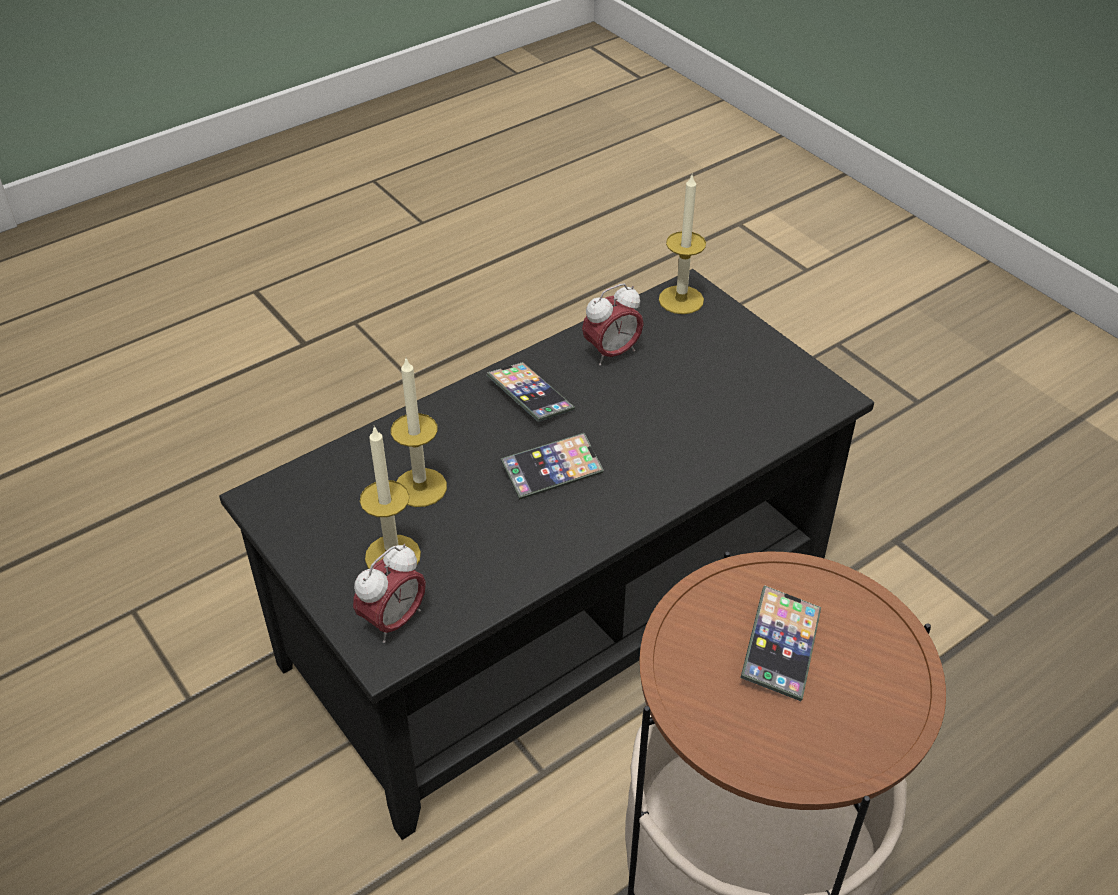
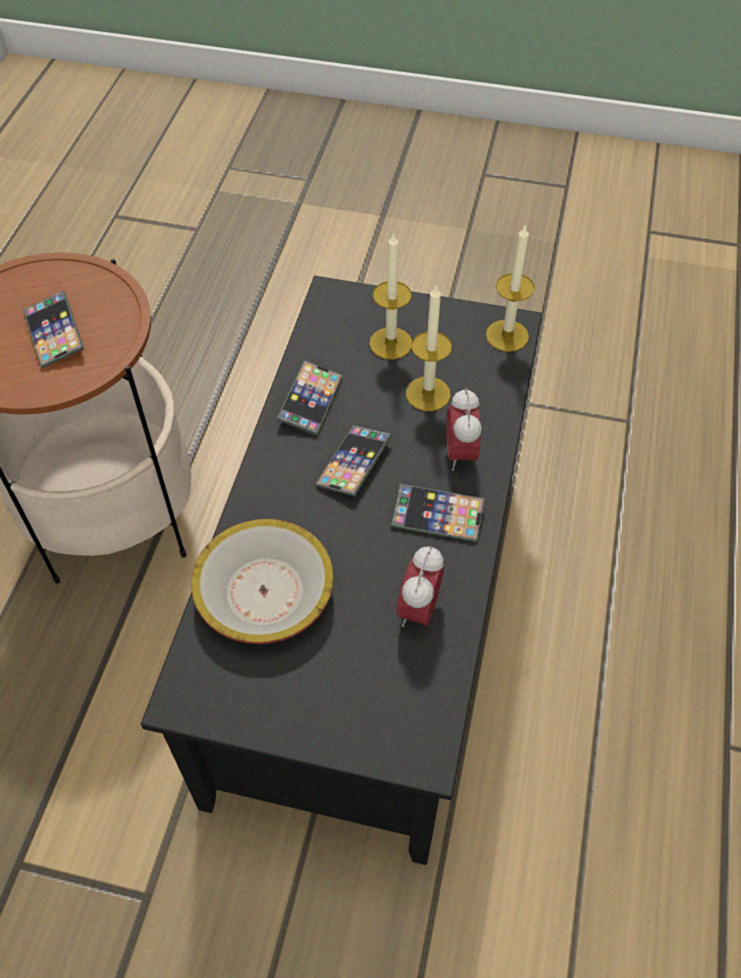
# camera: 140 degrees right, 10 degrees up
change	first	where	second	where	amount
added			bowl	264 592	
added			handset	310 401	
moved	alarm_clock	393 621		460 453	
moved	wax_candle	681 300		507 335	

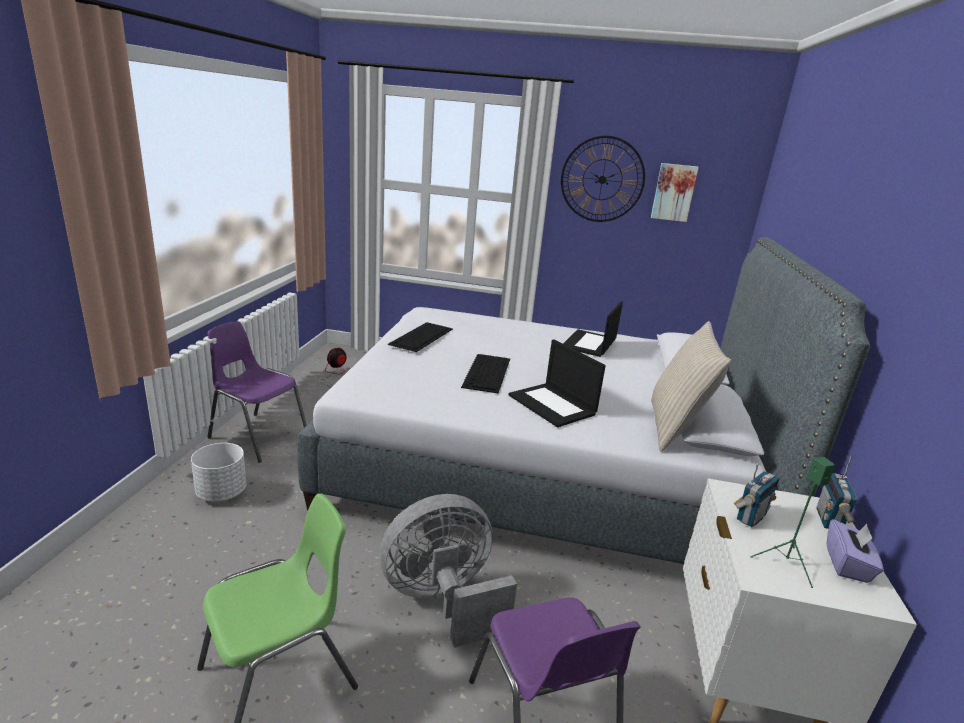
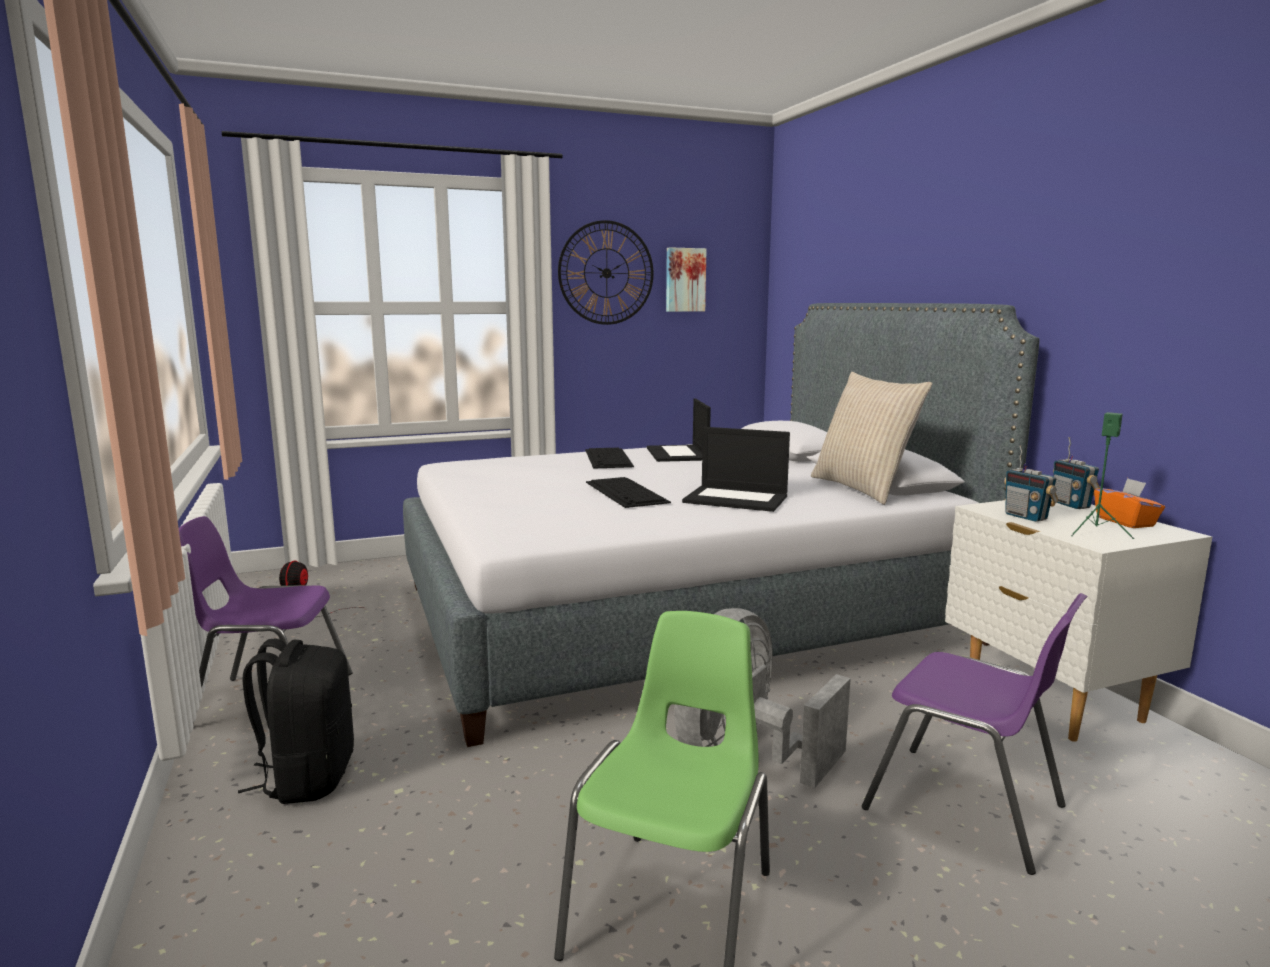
# camera: 30 degrees left, 10 degrees down
change	first	where	second	where	amount
replaced	whitish_planter	221 493	blackish_backpack	307 777	
moved	keyboard	421 337		608 458	
turned	radio_set	750 517		1026 517	135 degrees clockwise
recoloured	purple-coloured_tissue_box	847 564	orange_tissue_box	1125 522	

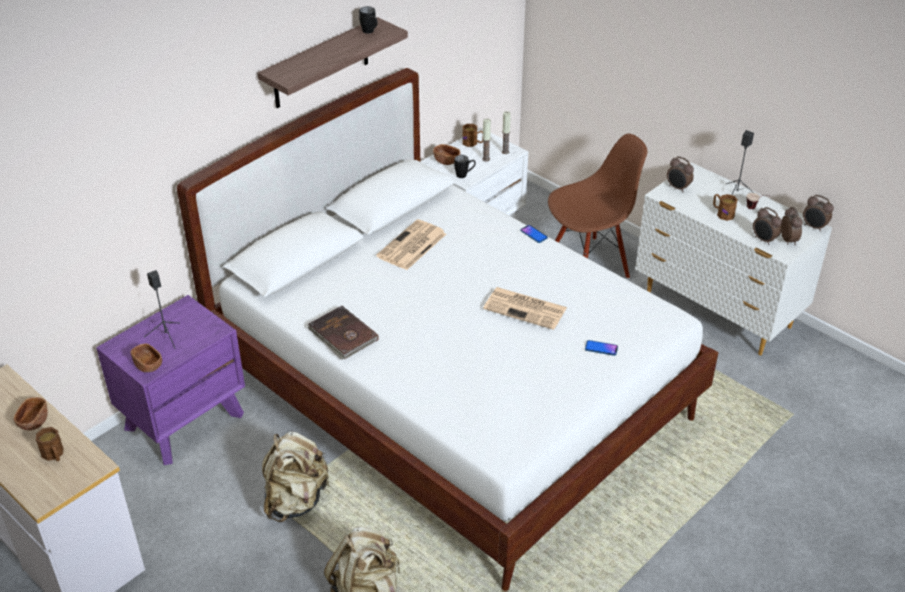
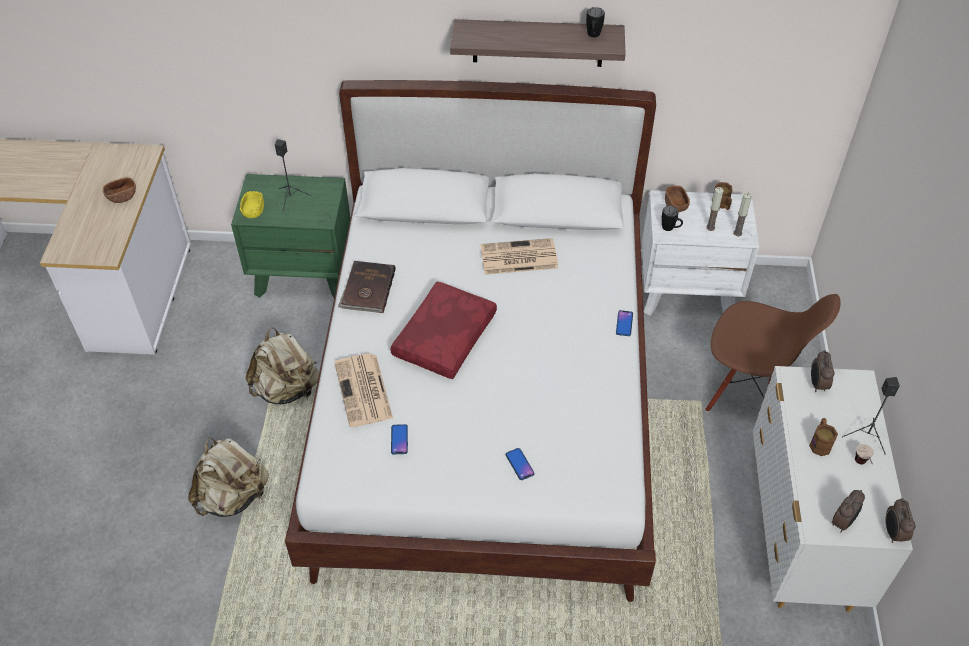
# camera: 50 degrees right, 10 degrees up
change	first	where	second	where	amount
recoloured	purple-coloured_night_table	184 420	green-coloured_night_table	304 273	
recoloured	brown_bowl	148 365	yellow-coloured_bowl	253 211	
moved	printed_paper	526 308		364 391	
added			reddish_pillow	443 336	
added			handset	399 439	
removed	brown_mug	54 455			
removed	alarm_clock	764 240			

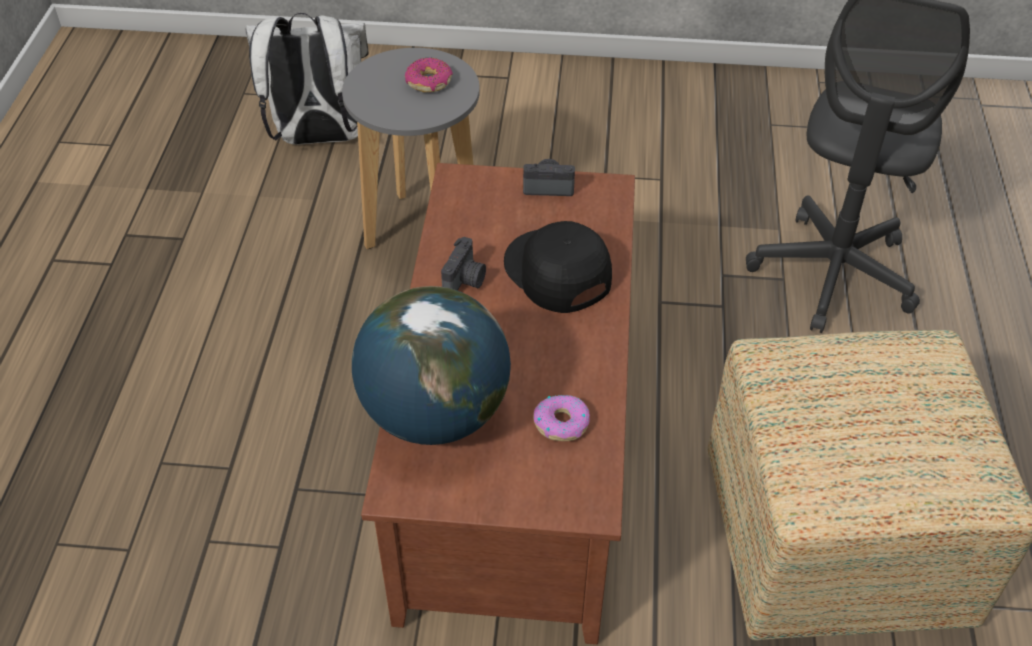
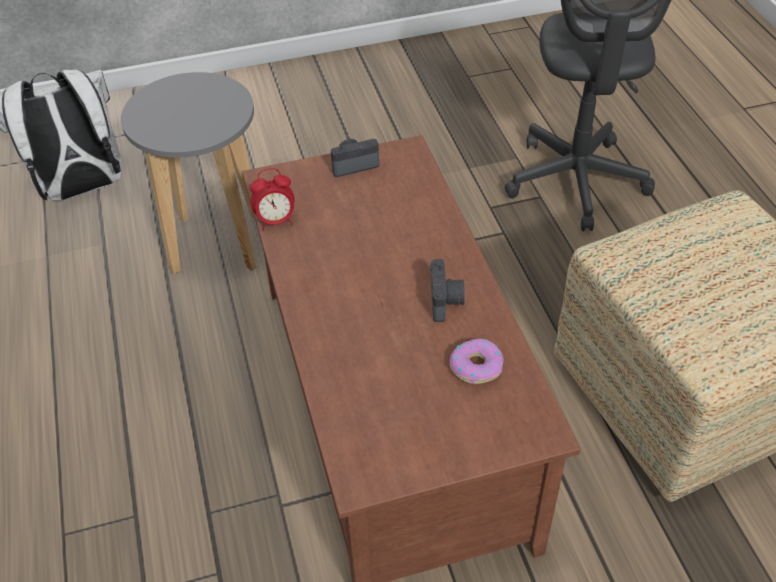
# camera: 20 degrees left, 0 degrees up
change	first	where	second	where	amount
added			alarm_clock	276 221	
moved	still_camera	465 281		446 301	
removed	world_globe	435 415			
removed	ring_doughnut	429 82			
removed	blackish_peaked_cap	556 272			

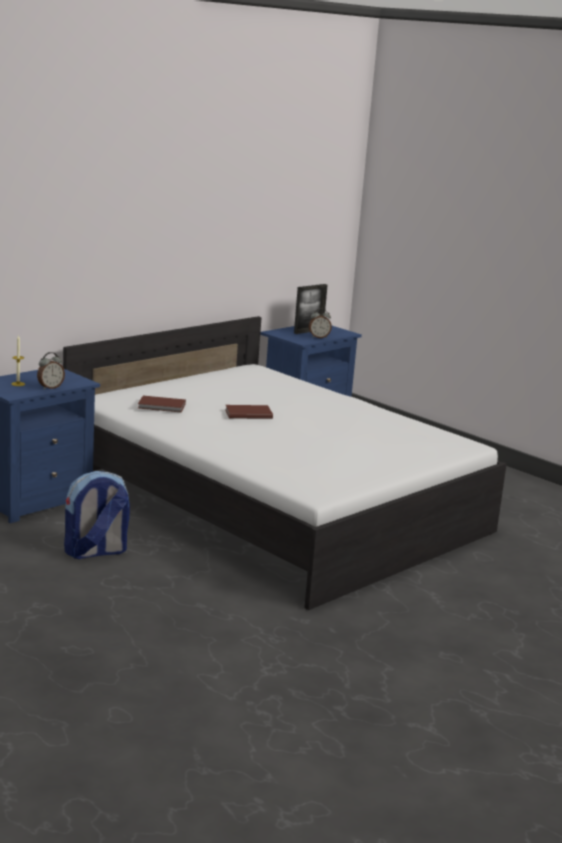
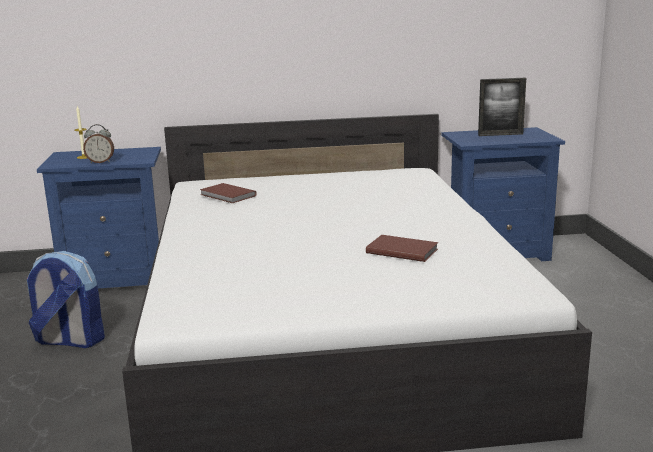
# camera: 40 degrees right, 0 degrees up
change	first	where	second	where	amount
moved	brown_book	247 414		401 250	
removed	alarm_clock	319 337			

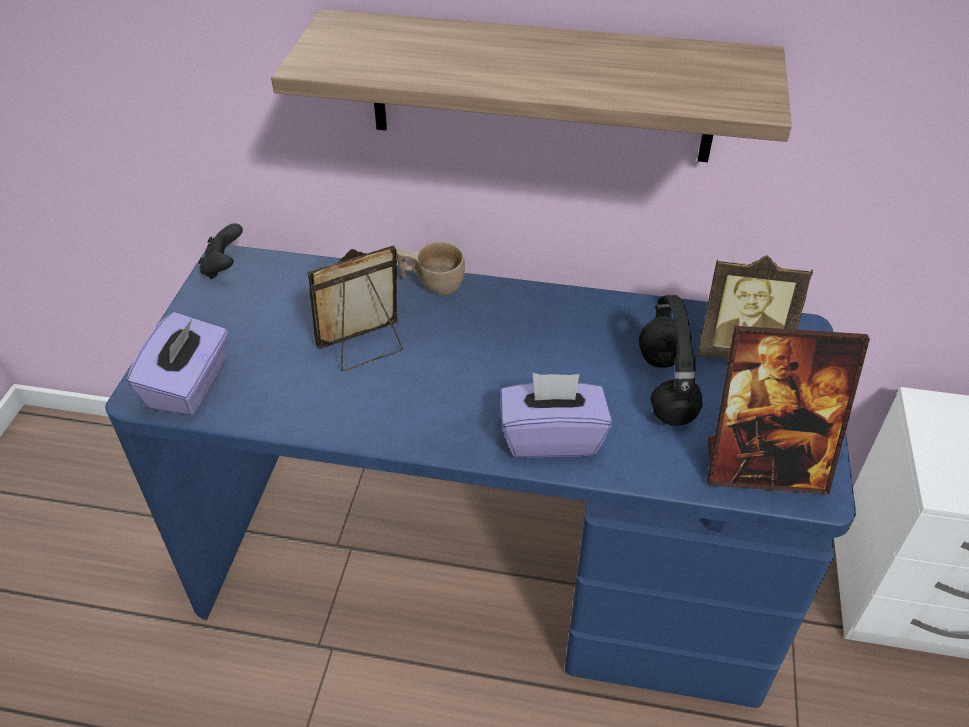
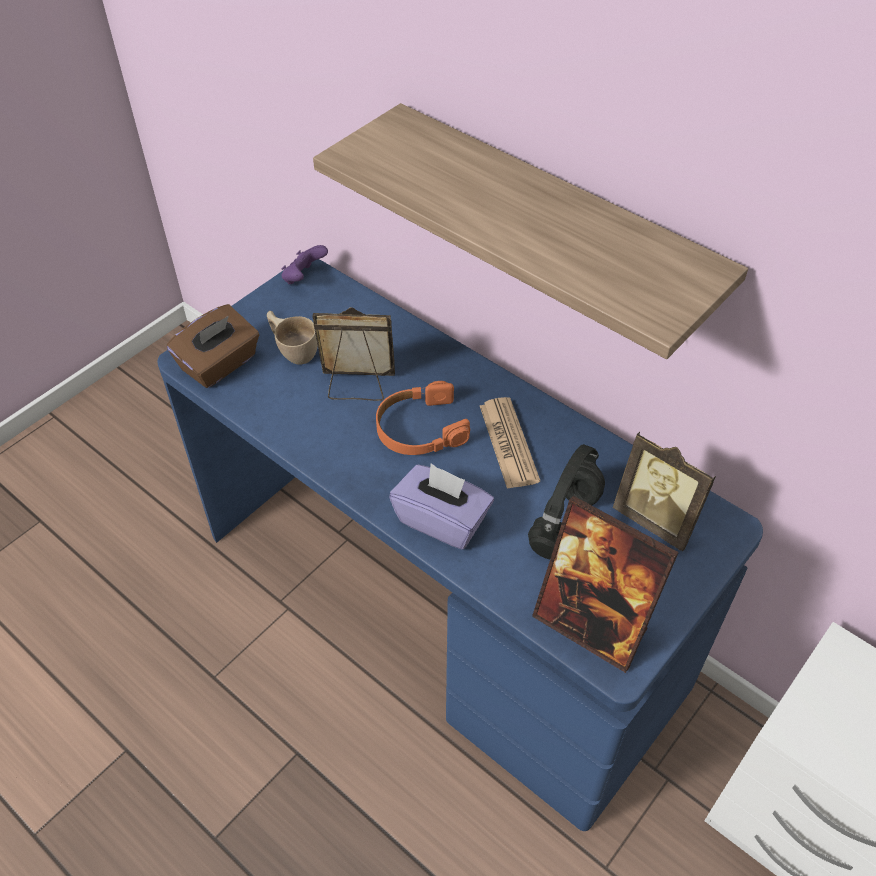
# camera: 30 degrees right, 5 degrees up
change	first	where	second	where	amount
recoloured	purple-coloured_tissue_box	190 386	brown_tissue_box	220 364	
moved	beige-coloured_drinking_cup	431 283		293 349	
recoloured	blackish_gamepad	224 267	purple-coloured_gamepad	304 278	
added			orange_headphones	420 429	
added			printed_paper	508 443	

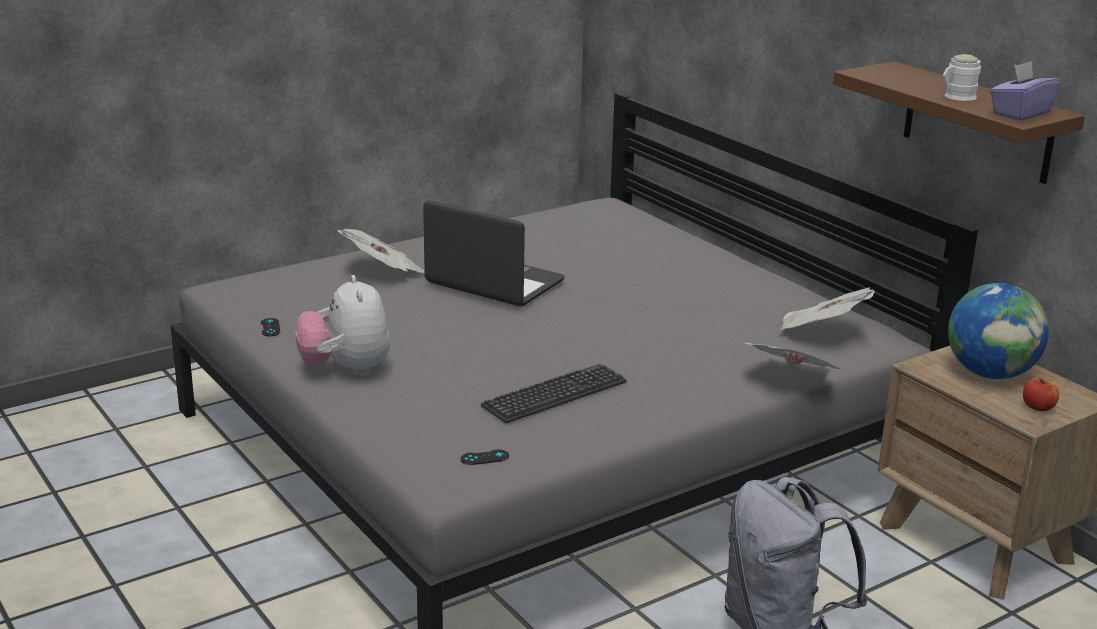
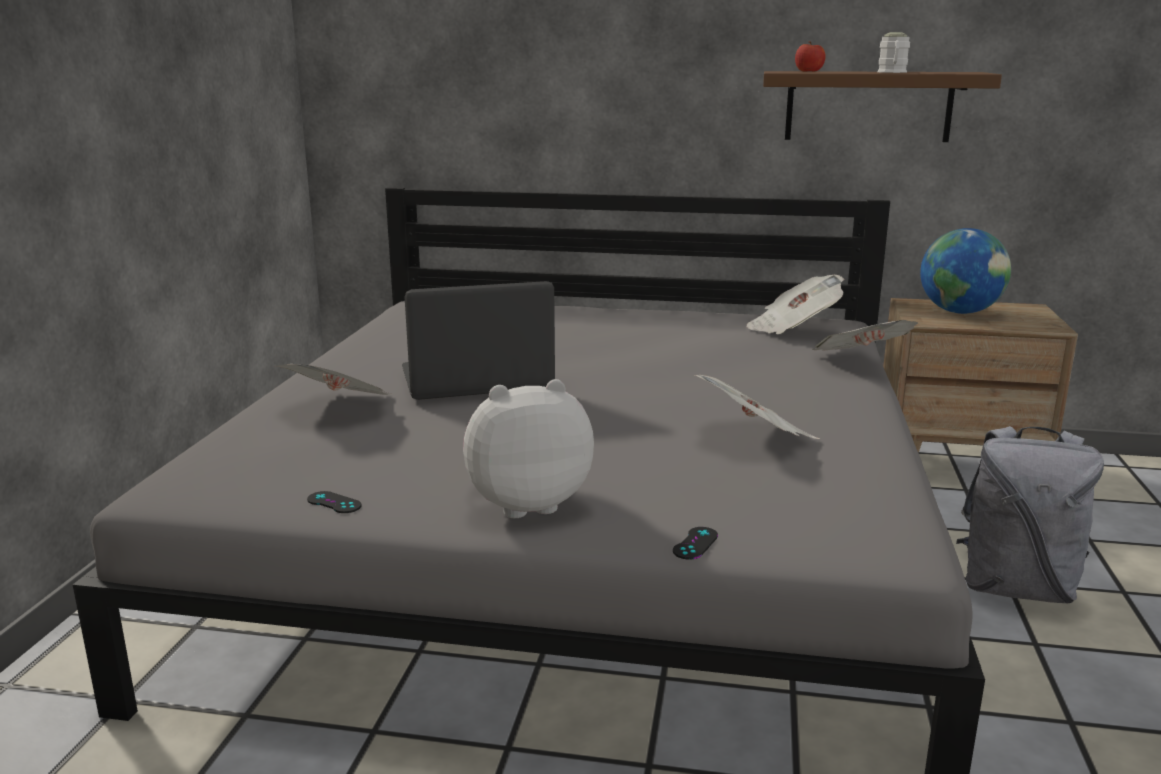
# camera: 45 degrees left, 5 degrees down
change	first	where	second	where	amount
turned	cuddly_toy	346 370		525 503	135 degrees clockwise
moved	blackish_gamepad	484 457		695 543	
replaced	keyboard	554 394	printed_paper	755 438	
moved	whole_apple	1038 407		809 71	
removed	purple-coloured_tissue_box	1020 113			

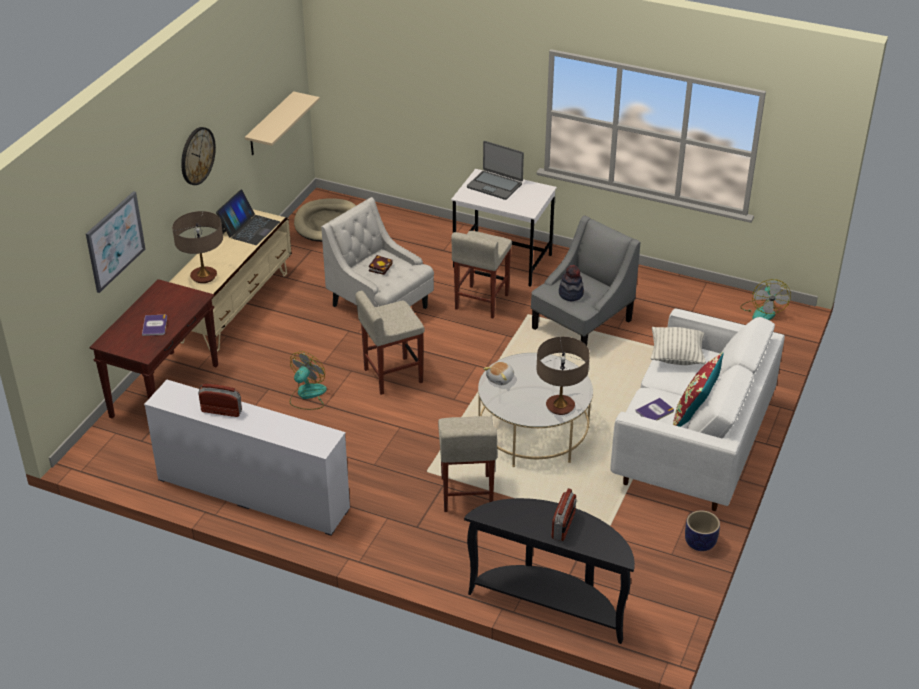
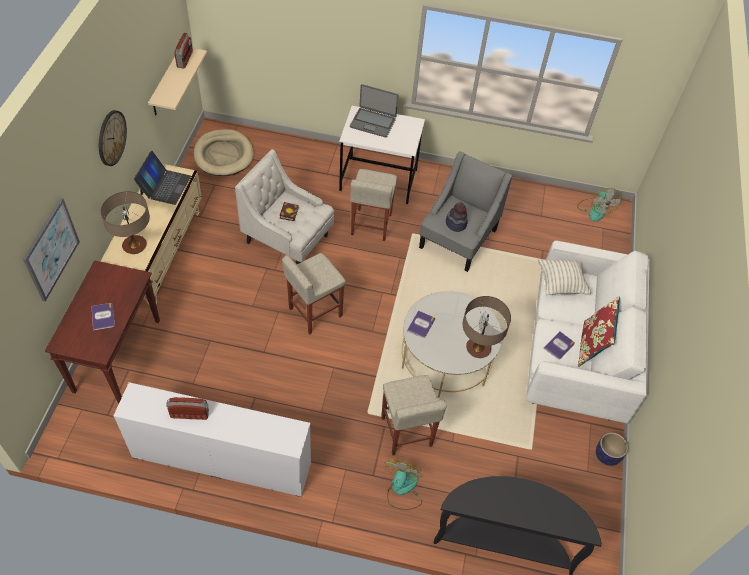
# camera: 15 degrees left, 15 degrees up
change	first	where	second	where	amount
moved	radio_set	563 526		185 59	
moved	cooling_fan	307 395		402 490	
replaced	cuddly_toy	501 379	book	421 324	

